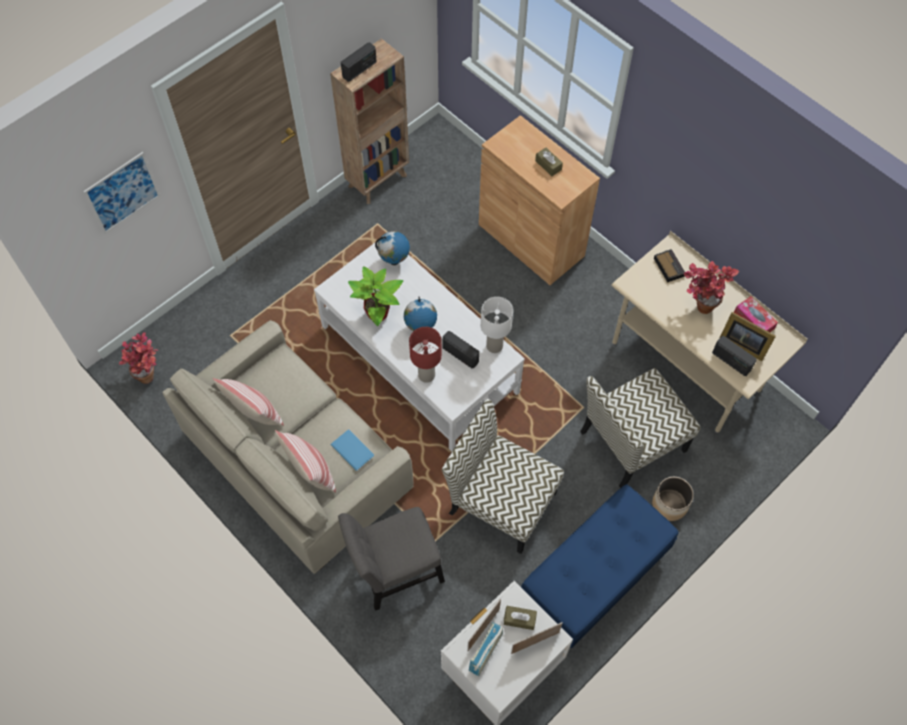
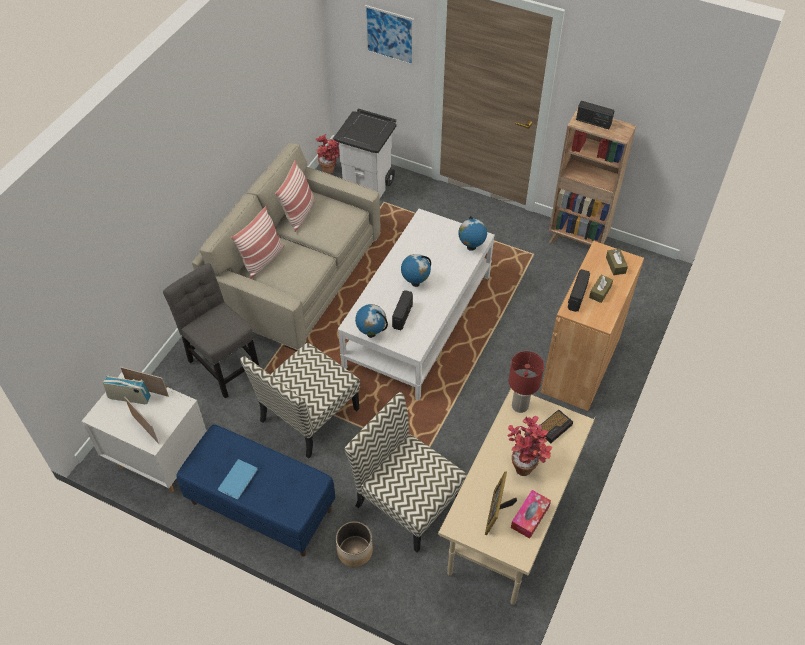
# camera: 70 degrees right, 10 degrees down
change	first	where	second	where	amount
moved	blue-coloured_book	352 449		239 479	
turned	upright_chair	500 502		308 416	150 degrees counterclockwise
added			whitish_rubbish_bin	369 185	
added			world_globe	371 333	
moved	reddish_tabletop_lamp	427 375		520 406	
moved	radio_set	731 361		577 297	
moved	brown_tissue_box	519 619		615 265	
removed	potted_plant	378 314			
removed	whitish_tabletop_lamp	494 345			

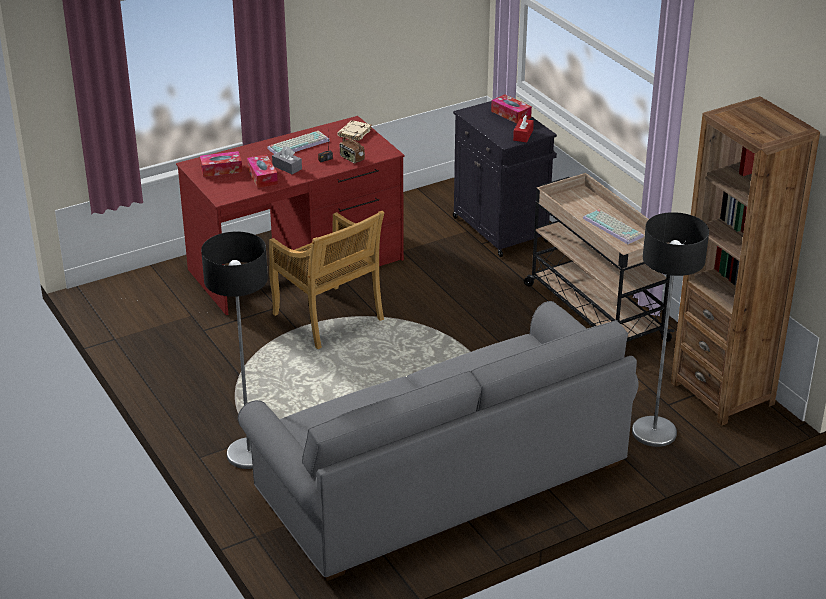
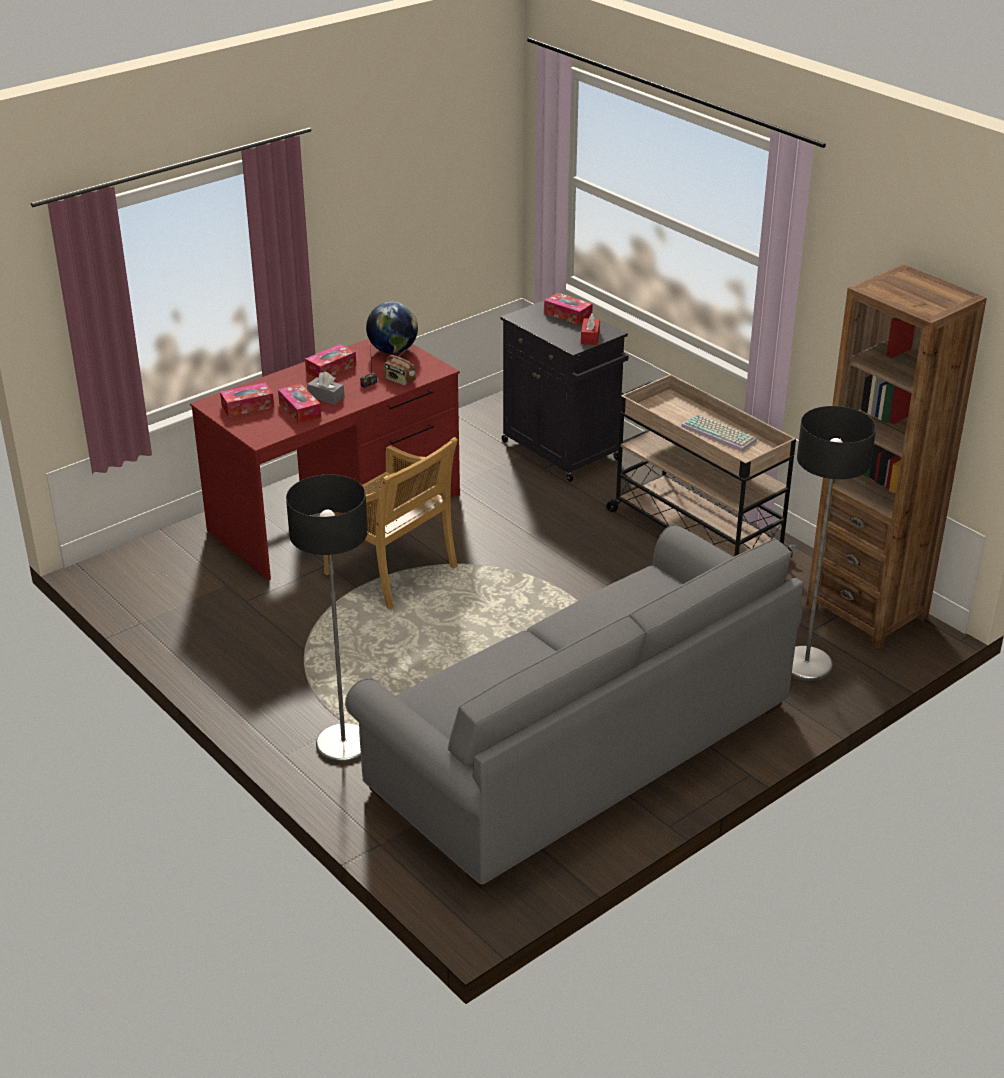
# camera: 10 degrees left, 0 degrees up
change	first	where	second	where	amount
replaced	keyboard	298 144	tissue_box	331 369	
replaced	beige-coloured_book	354 133	world_globe	393 350	

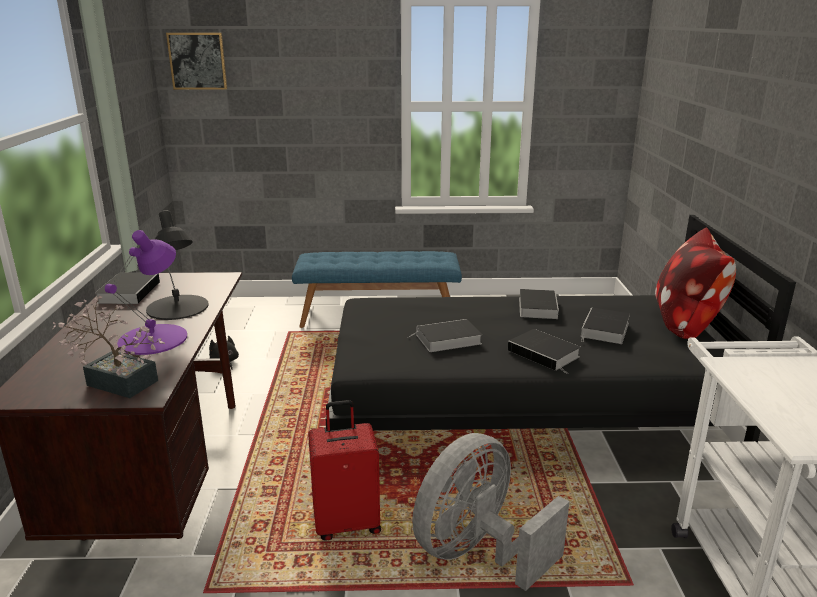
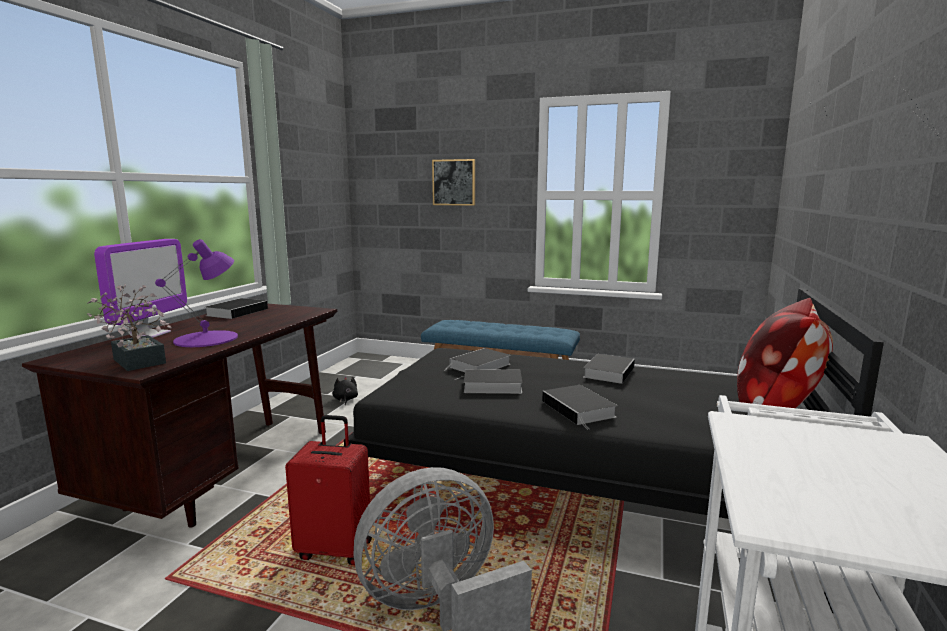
# camera: 20 degrees right, 10 degrees down
change	first	where	second	where	amount
added			computer_display	150 334	
moved	picture	197 61		454 182	
moved	book	605 330		479 366	
removed	blackish_tabletop_lamp	177 308			

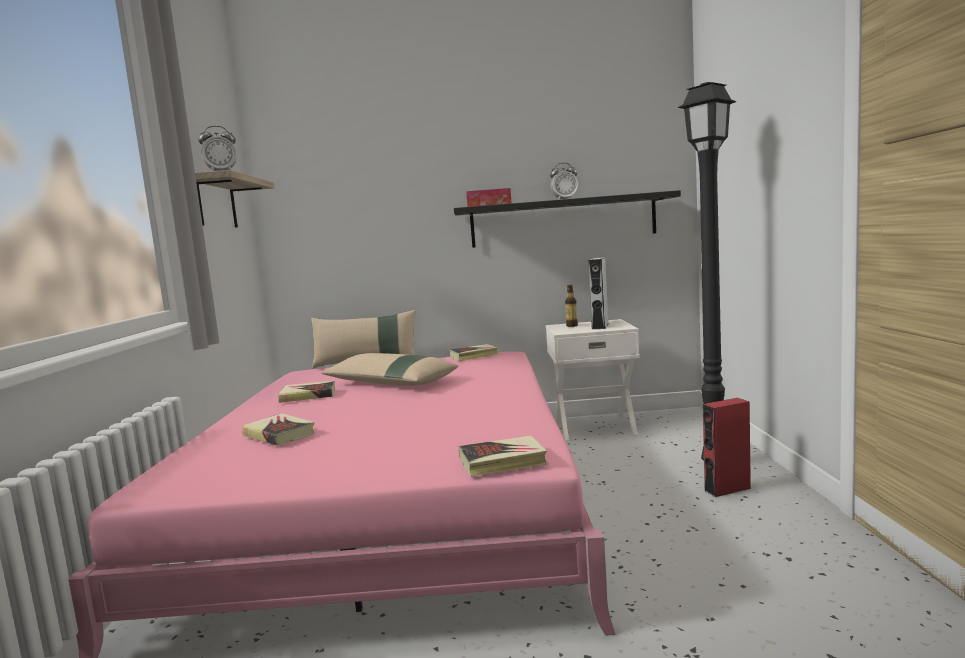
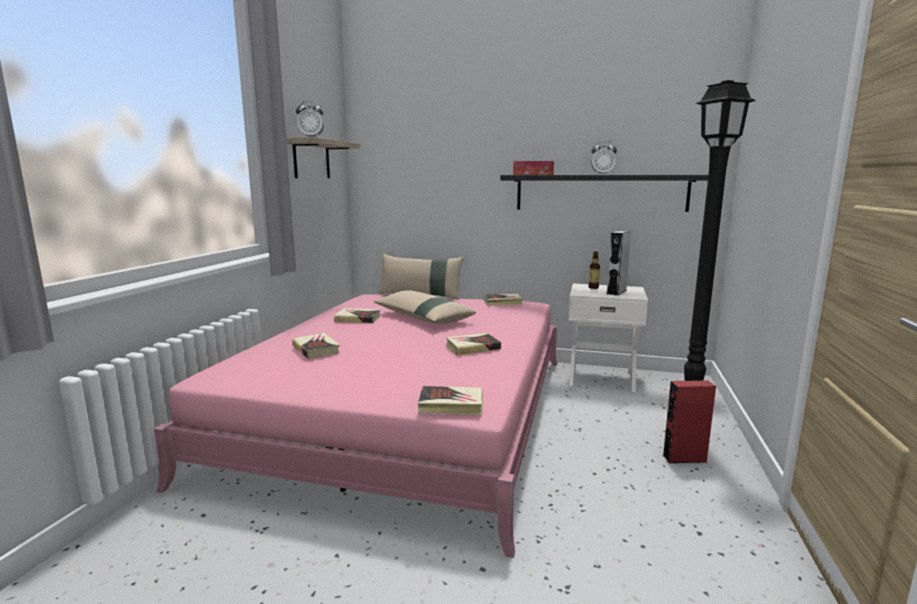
# camera: 15 degrees right, 5 degrees up
change	first	where	second	where	amount
added			book	472 347	

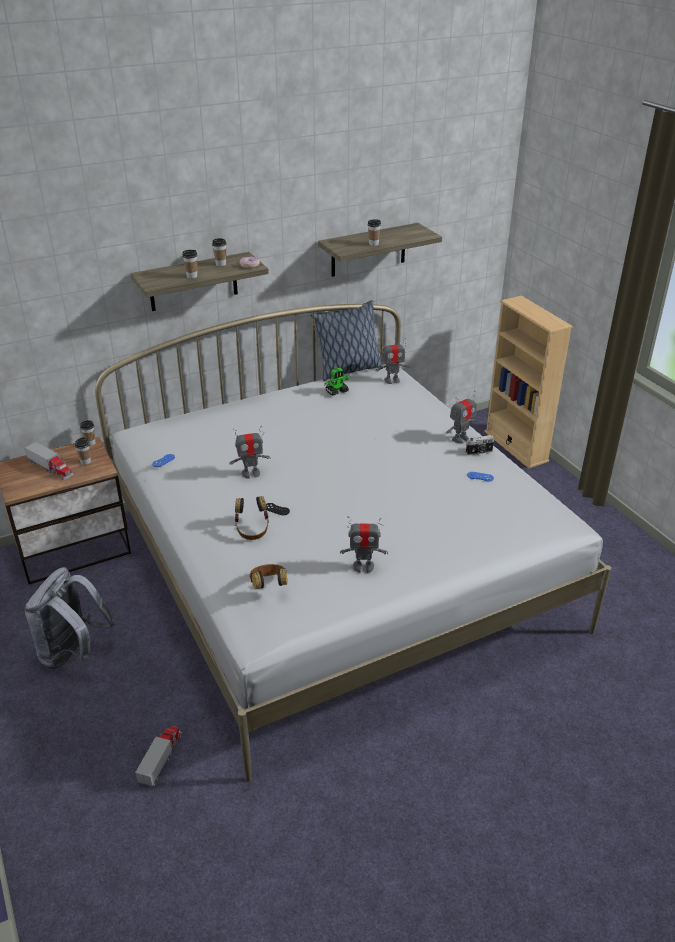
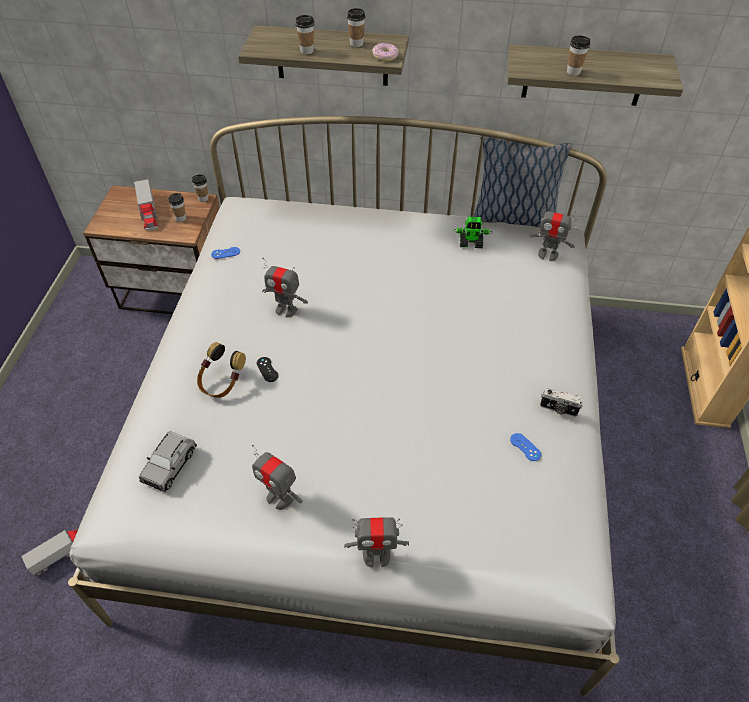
# camera: 35 degrees right, 15 degrees up
change	first	where	second	where	amount
replaced	headphones	269 587	grey_model_car	170 465	
moved	model_robot	460 439		376 556	
removed	grey_backpack	73 653			

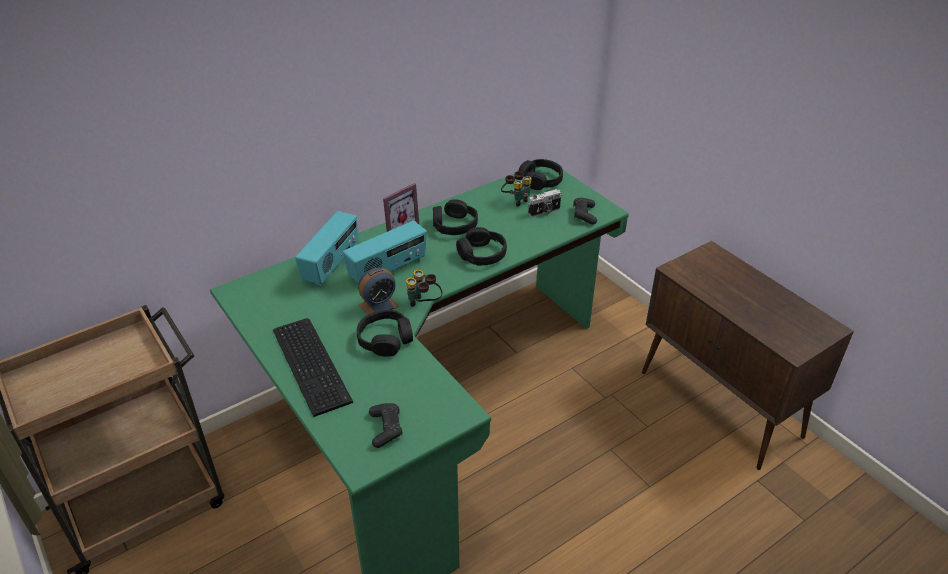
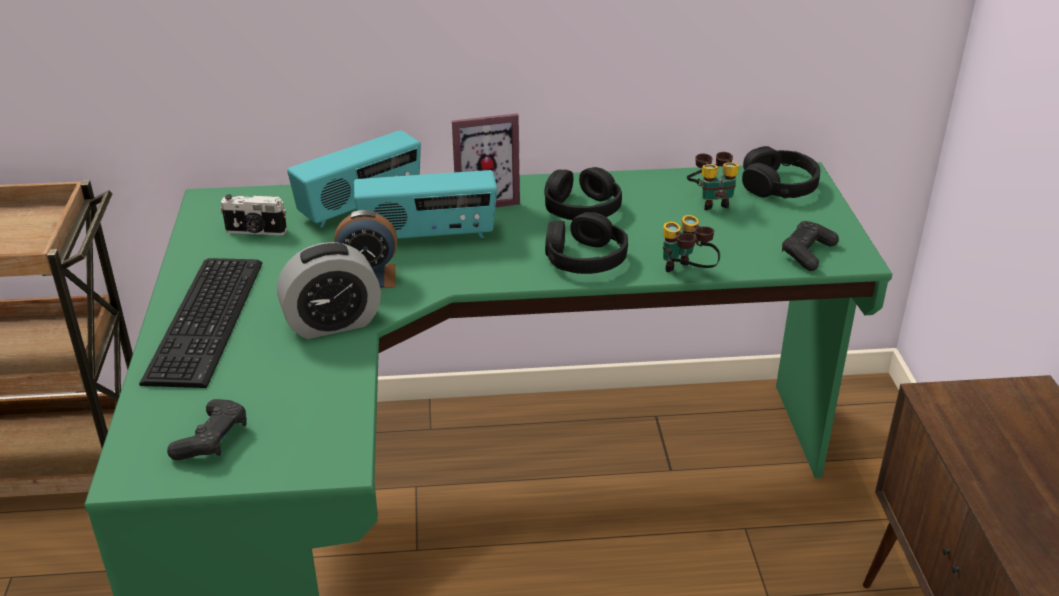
# camera: 30 degrees right, 5 degrees down
change	first	where	second	where	amount
moved	still_camera	545 212		255 231	
replaced	blackish_headphones	385 339	alarm_clock	332 323	
moved	binoculars	424 304		686 275	

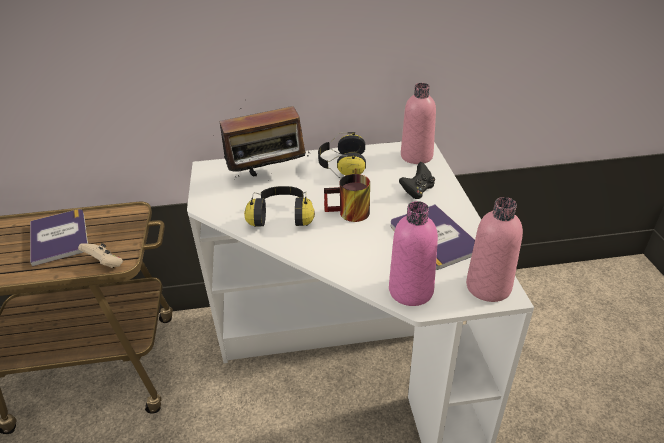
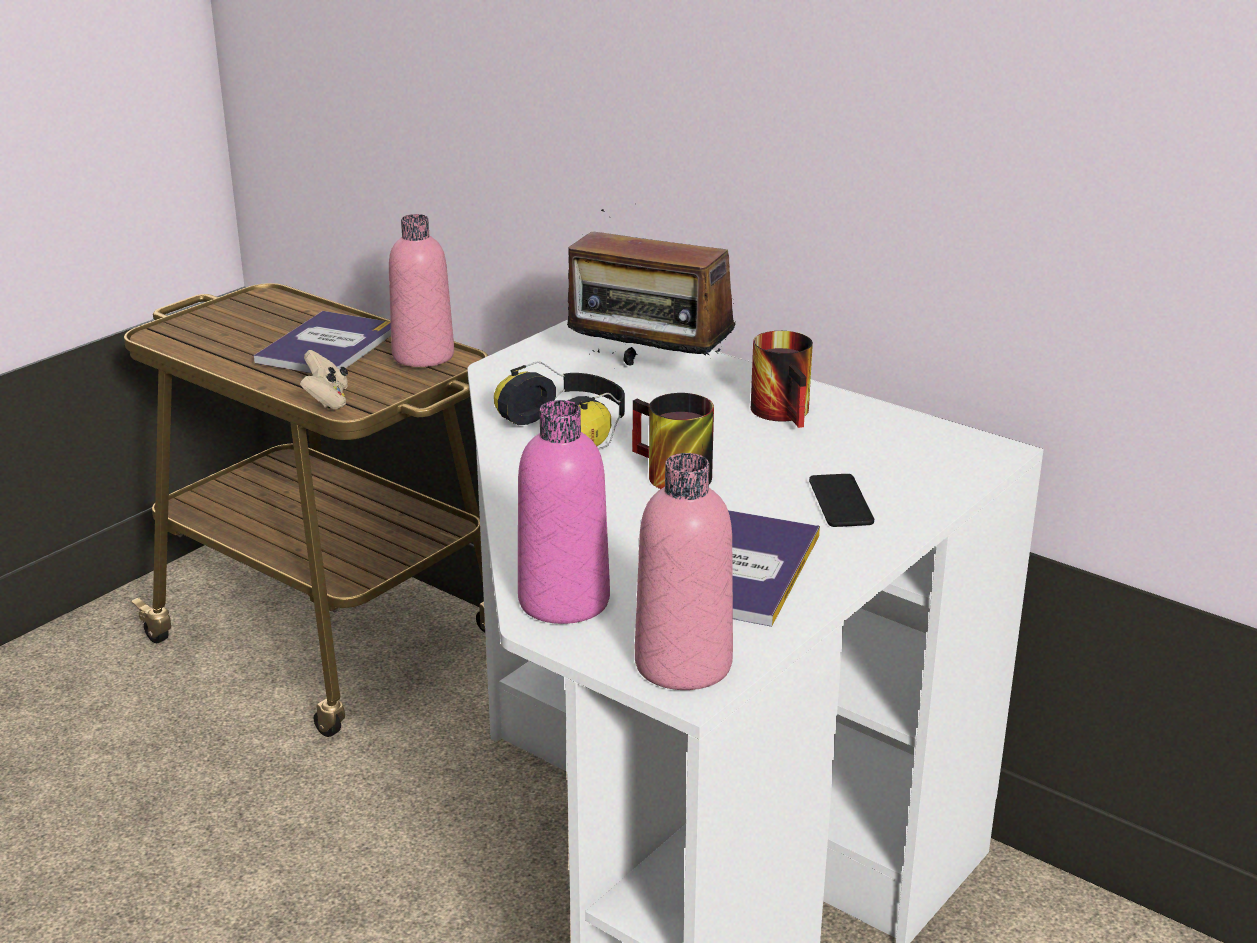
# camera: 45 degrees right, 10 degrees down
change	first	where	second	where	amount
moved	pink-coloured_beverage_bottle	416 156		423 356	
replaced	headphones	342 166	mug	788 413	
replaced	blackish_gamepad	417 191	handset	840 502	

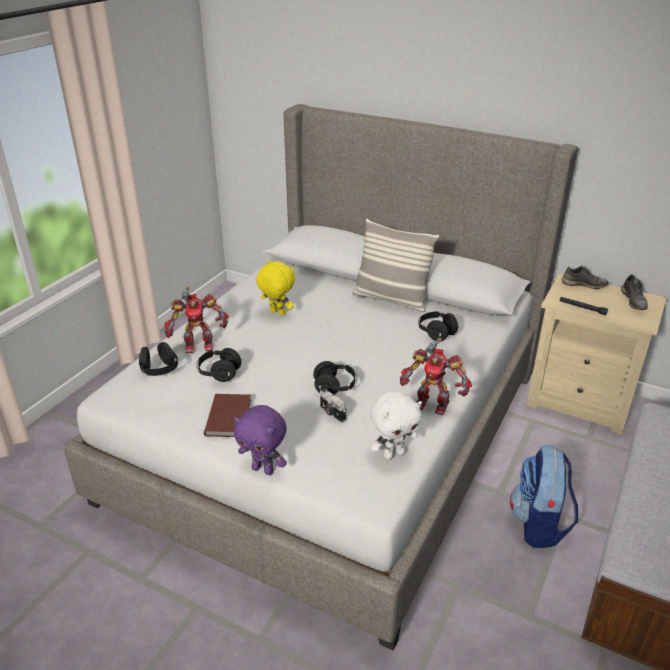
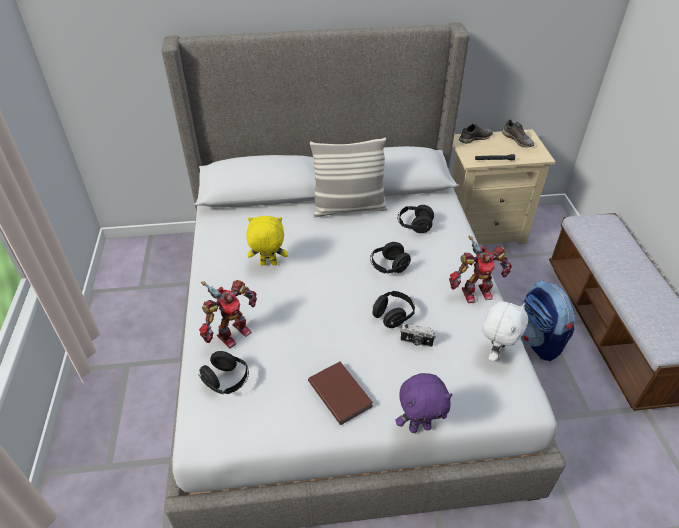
# camera: 35 degrees left, 10 degrees up
change	first	where	second	where	amount
moved	blackish_headphones	219 373		389 267	

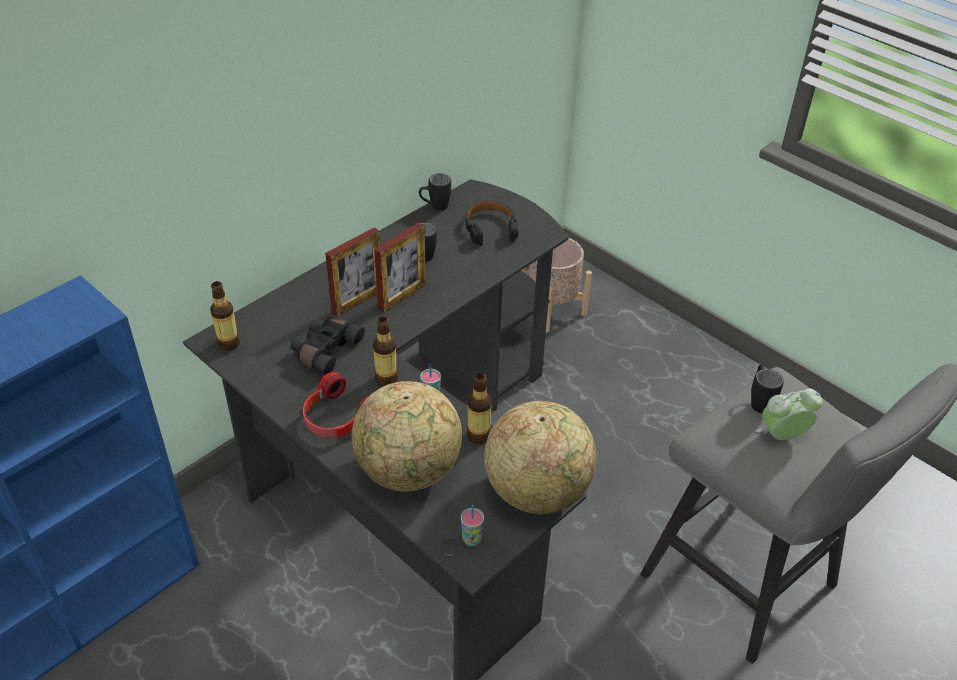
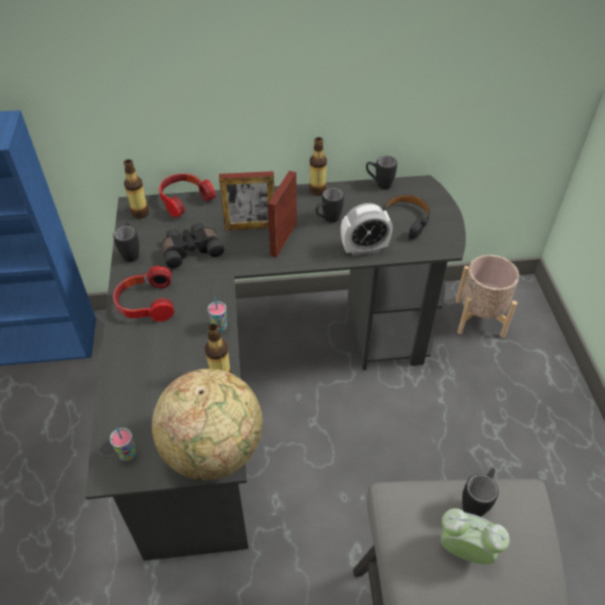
# camera: 40 degrees right, 5 degrees up
change	first	where	second	where	amount
added			blackish_mug	131 253	
added			headphones	184 199	
turned	standing_frame	402 296		283 239	120 degrees clockwise
moved	beverage_bottle	386 379		317 190	
added			alarm_clock	364 249	
removed	world_globe	409 471			

